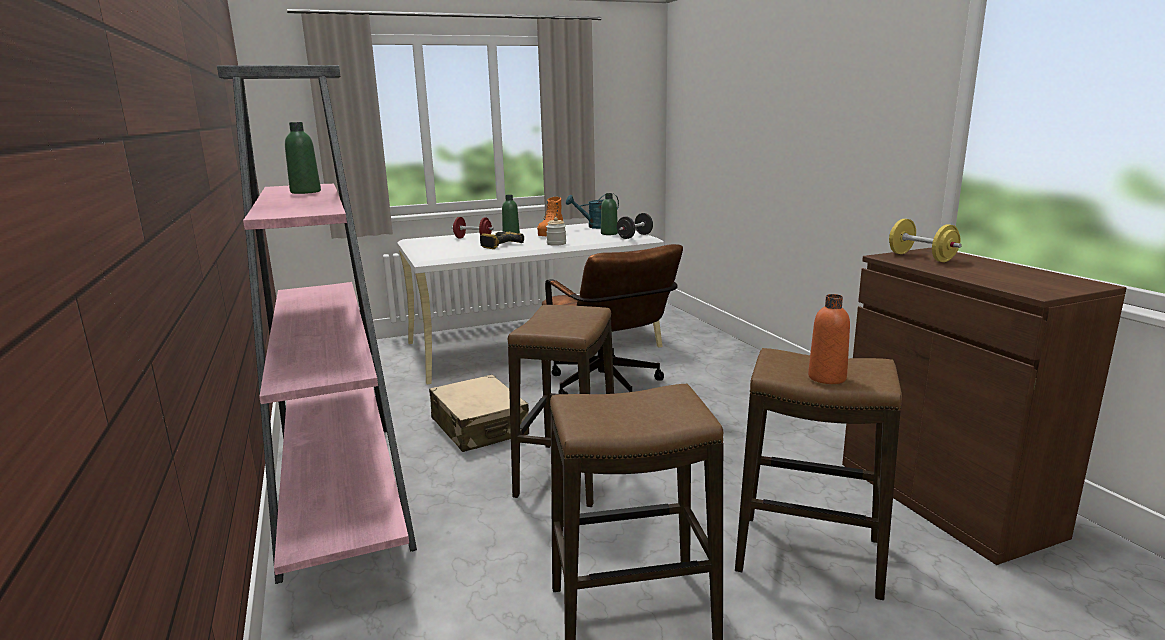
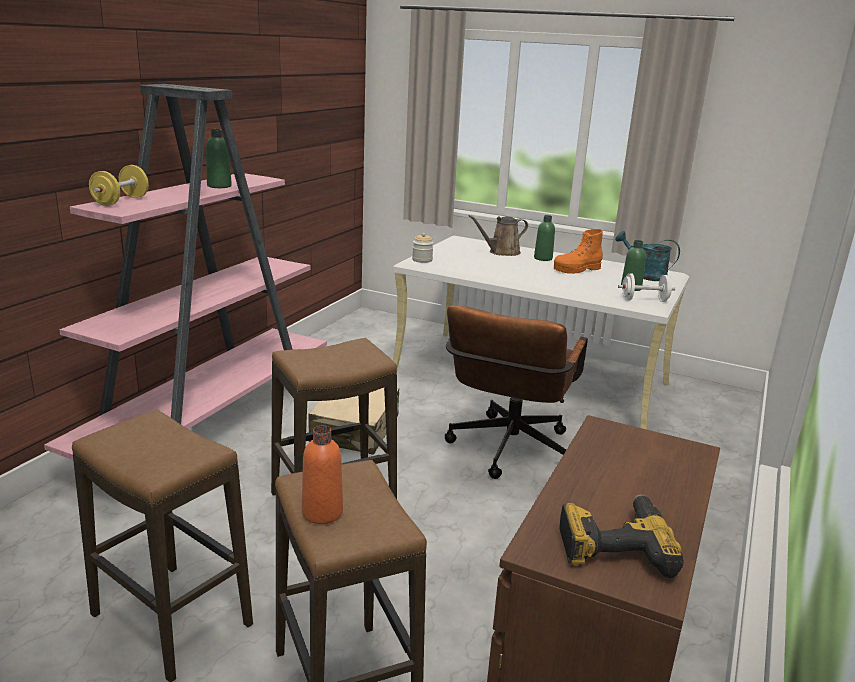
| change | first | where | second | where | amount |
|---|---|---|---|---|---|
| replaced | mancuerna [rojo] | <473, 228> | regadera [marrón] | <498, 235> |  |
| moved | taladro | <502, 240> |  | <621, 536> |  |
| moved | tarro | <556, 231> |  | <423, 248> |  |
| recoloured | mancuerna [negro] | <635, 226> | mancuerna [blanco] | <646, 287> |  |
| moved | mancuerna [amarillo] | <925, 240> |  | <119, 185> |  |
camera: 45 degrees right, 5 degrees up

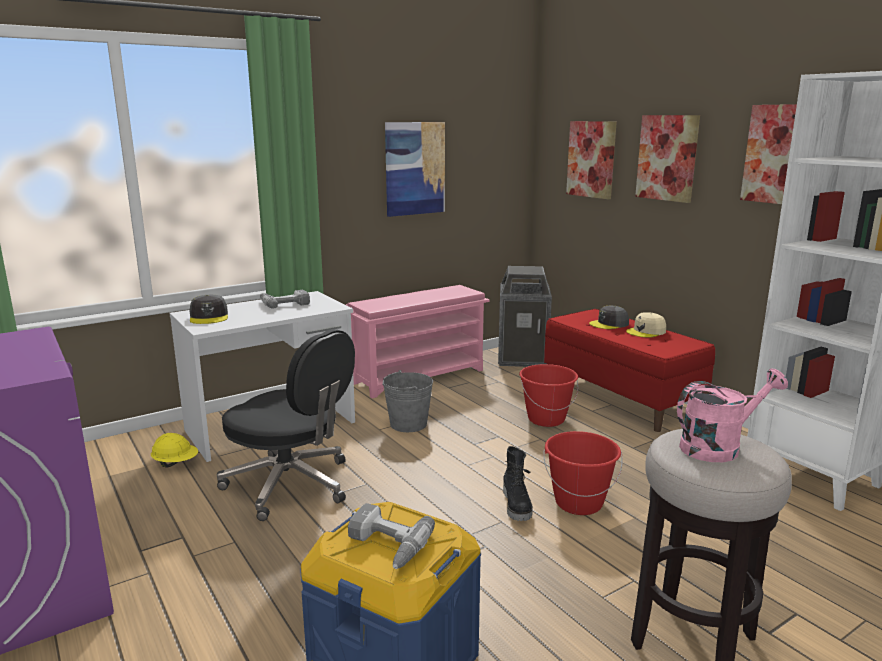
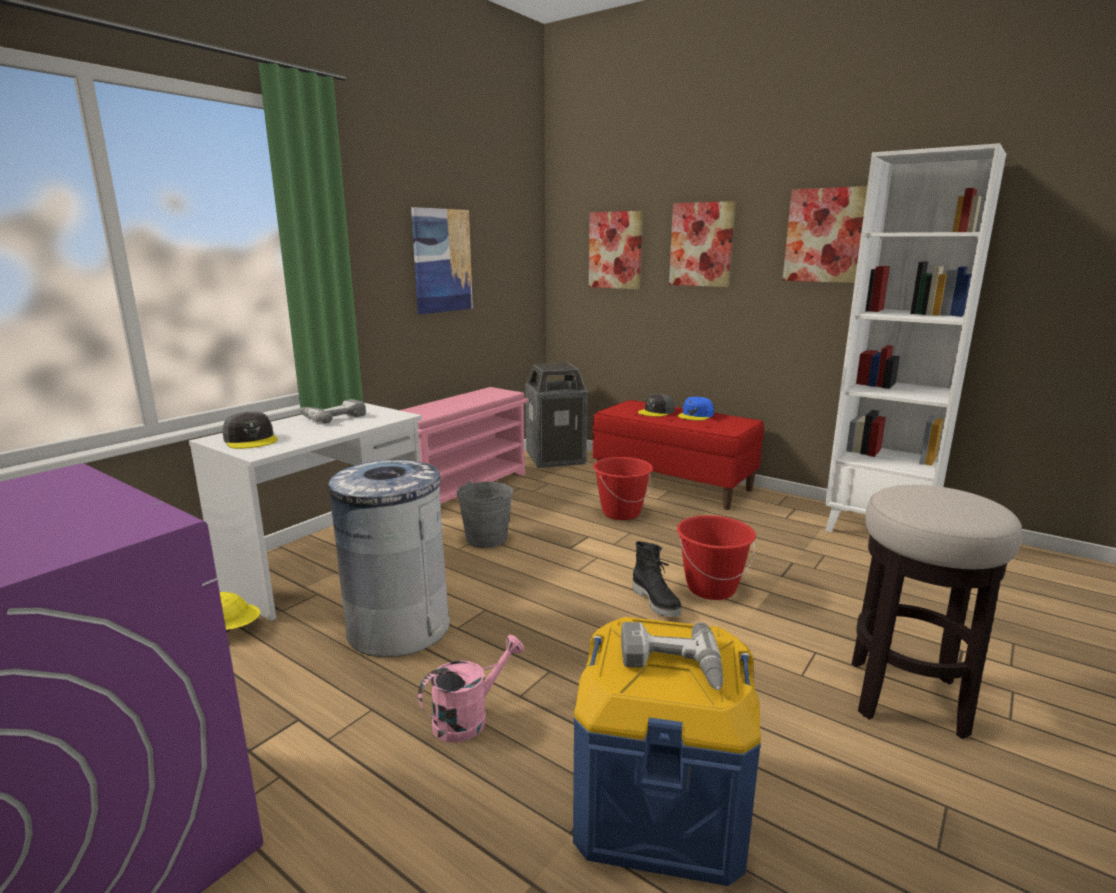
| change | first | where | second | where | amount |
|---|---|---|---|---|---|
| replaced | silla de oficina [negro] | <286, 425> | papelera [gris] | <389, 558> |  |
| recoloured | gorra [beis] | <646, 325> | gorra [azul] | <696, 408> |  |
| moved | regadera [rosa] | <732, 415> |  | <471, 689> |  |
camera: 20 degrees left, 0 degrees up

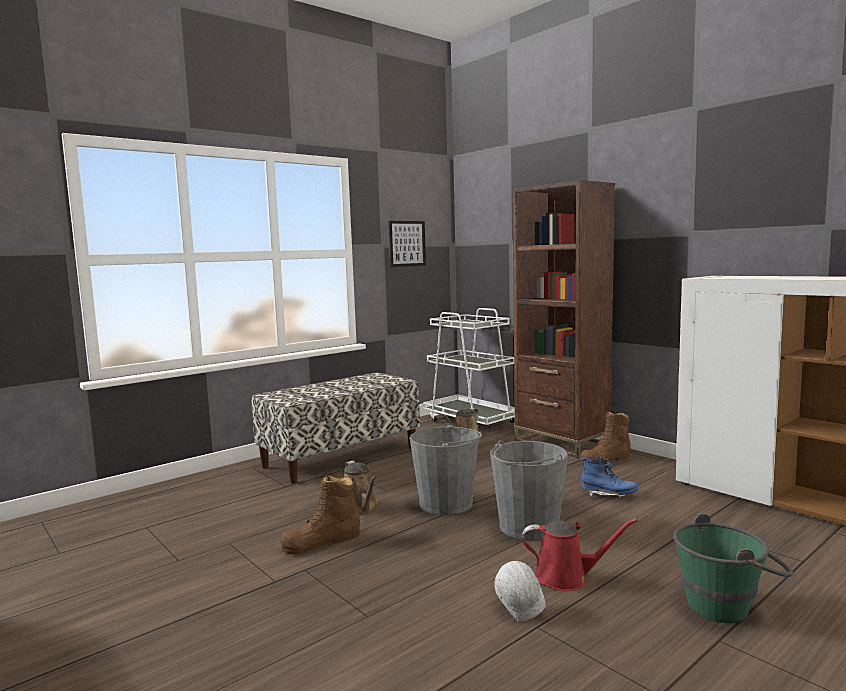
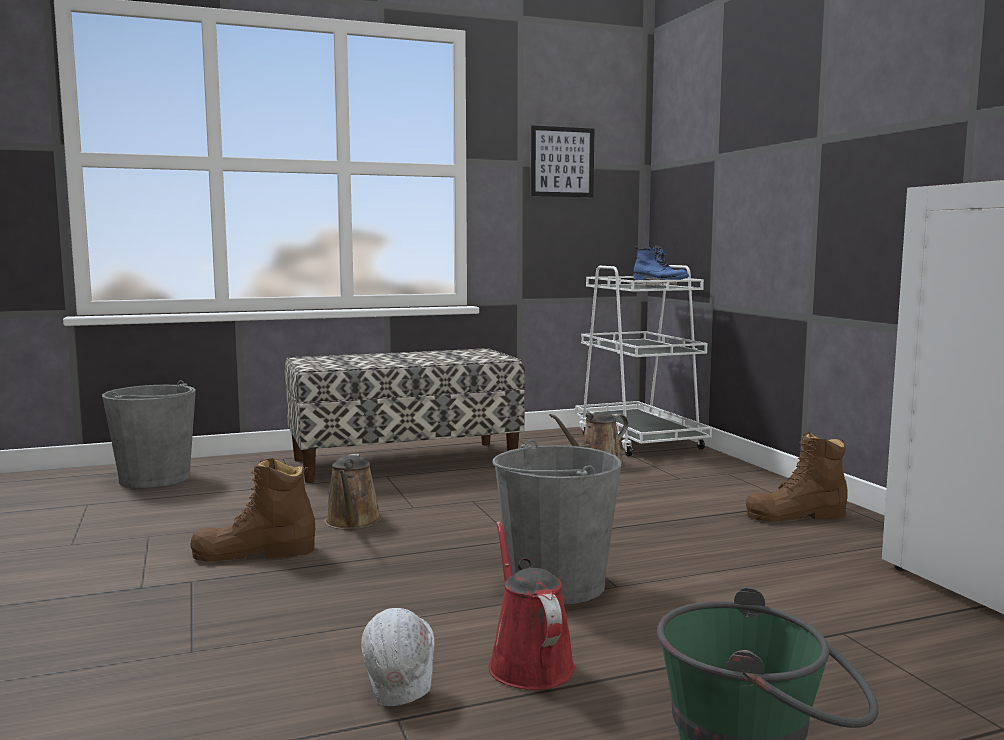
| change | first | where | second | where | amount |
|---|---|---|---|---|---|
| moved | cubo [gris] | <446, 469> |  | <149, 434> |  |
| removed | estantería [marrón] | <564, 319> |  |  |  |
| turned | regadera [rojo] | <579, 555> |  | <531, 605> | 135 degrees counterclockwise |
| moved | bota [azul] | <610, 477> |  | <661, 266> |  |
camera: 20 degrees right, 0 degrees up

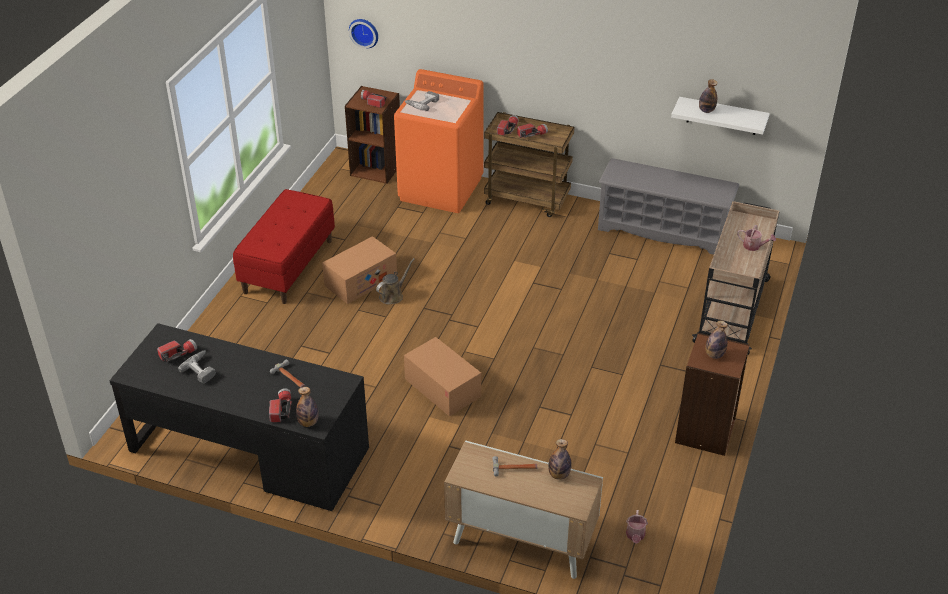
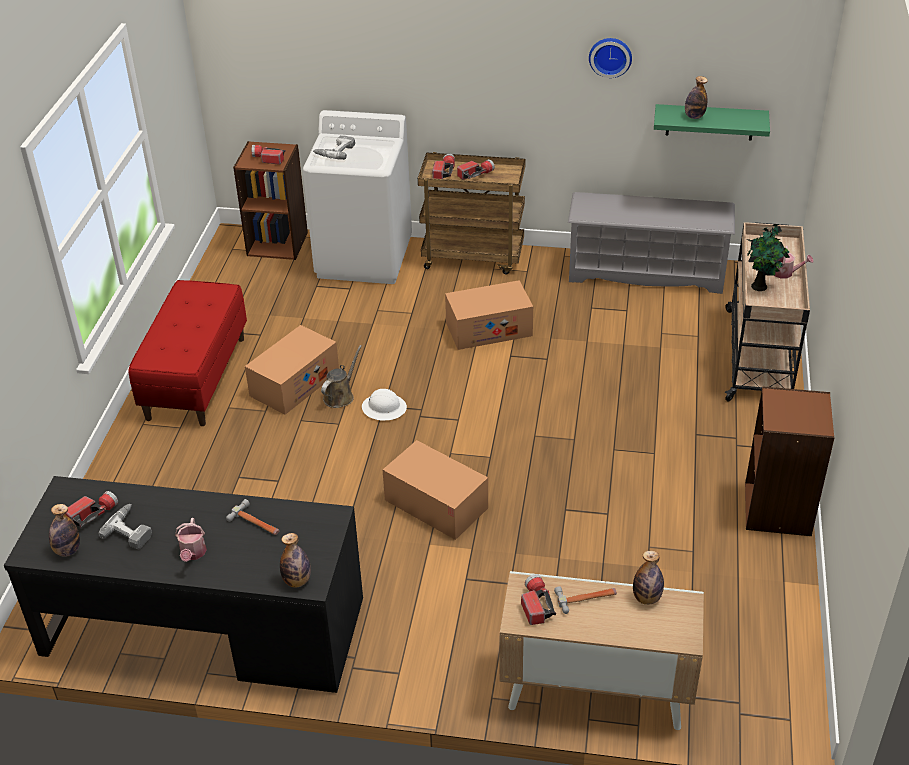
| change | first | where | second | where | amount |
|---|---|---|---|---|---|
| moved | linterna | <280, 405> |  | <538, 599> |  |
| moved | reloj de pared | <363, 33> |  | <610, 58> |  |
| recoloured | lavadora [naranja] | <438, 141> | lavadora [blanco] | <357, 197> |  |
| moved | regadera | <637, 527> |  | <191, 540> |  |
| recoloured | estante [blanco] | <720, 116> | estante [verde] | <712, 122> |  |
| moved | botella | <716, 340> |  | <64, 530> |  |
| added |  |  | casco [blanco] | <384, 404> |  |
| added |  |  | caja de cartón | <489, 315> |  |
| added |  |  | planta en maceta | <768, 257> |  |
camera: 10 degrees left, 0 degrees up

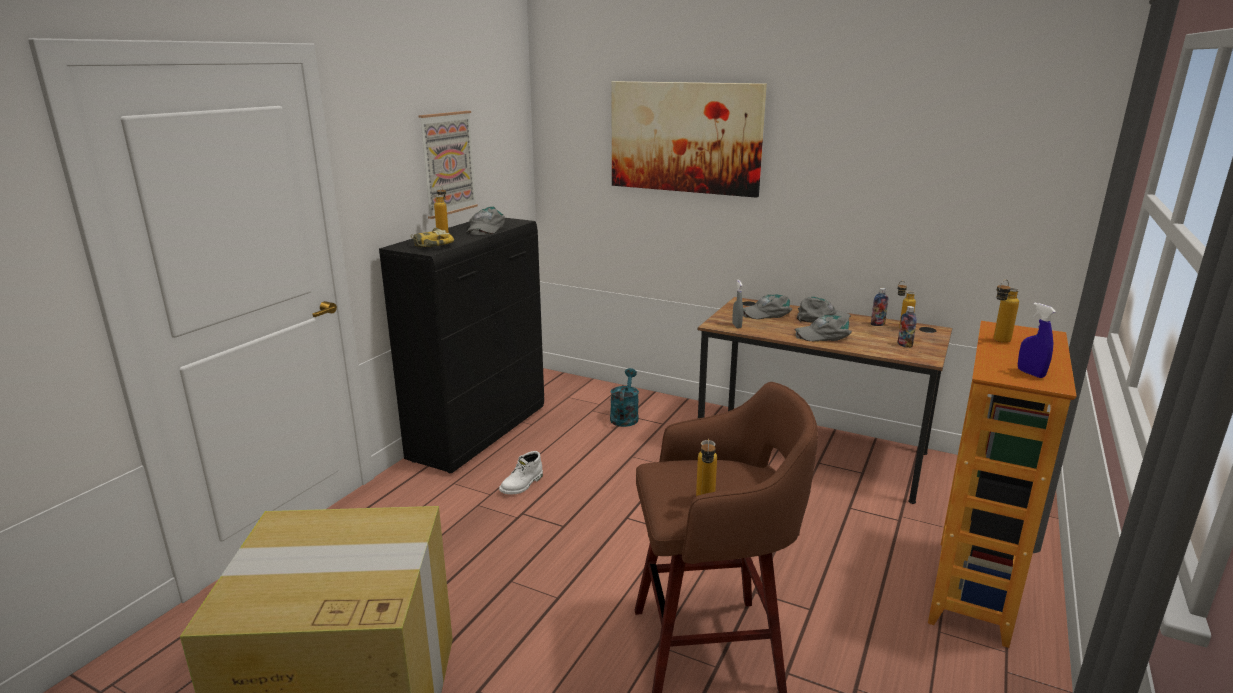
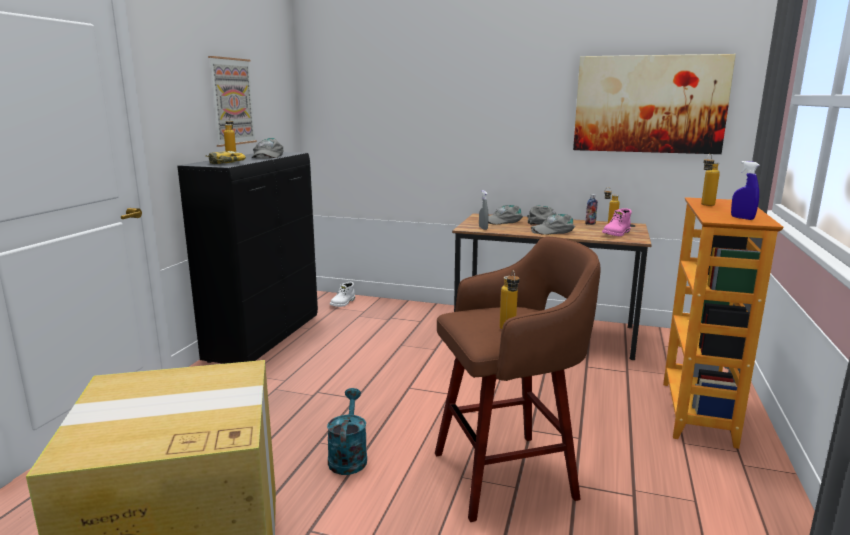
| change | first | where | second | where | amount |
|---|---|---|---|---|---|
| moved | bota [blanco] | <521, 473> |  | <342, 294> |  |
| moved | regadera [turquesa] | <624, 397> |  | <347, 431> |  |
| moved | cuadro | <689, 139> |  | <654, 104> |  |
| replaced | botella | <907, 327> | bota [rosa] | <617, 222> |  |
camera: 10 degrees left, 5 degrees down

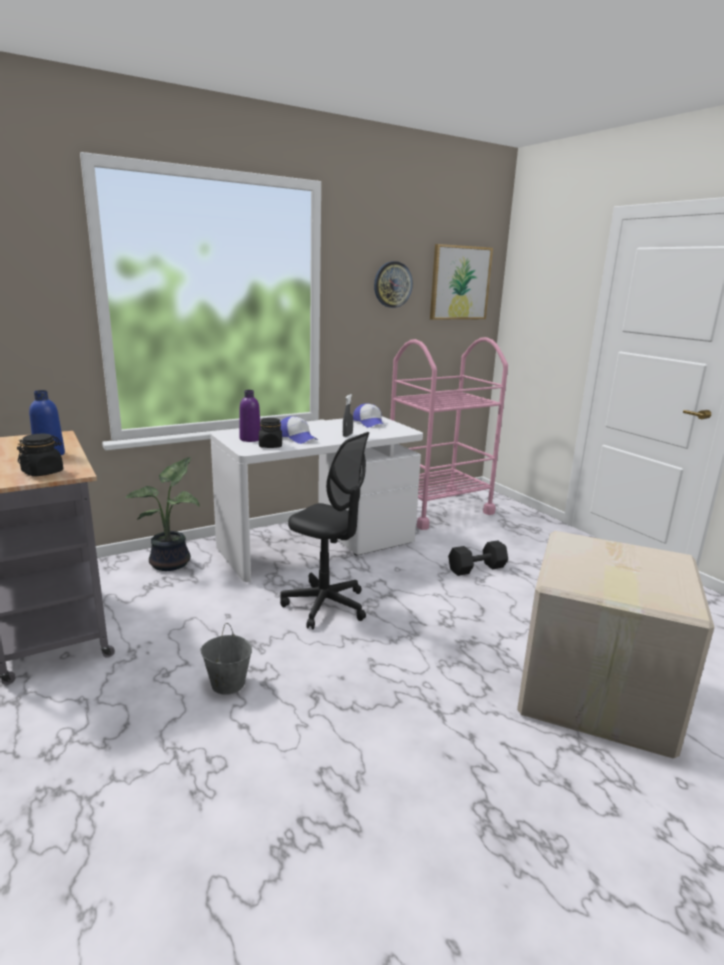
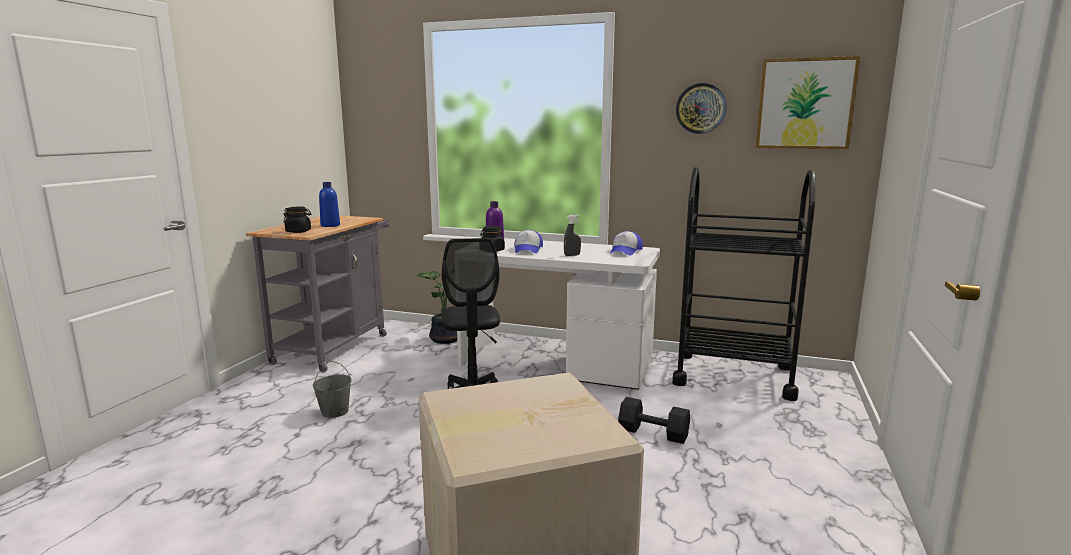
| change | first | where | second | where | amount |
|---|---|---|---|---|---|
| recoloured | carrito [rosa] | <449, 433> | carrito [negro] | <743, 284> |  |
camera: 50 degrees right, 5 degrees down

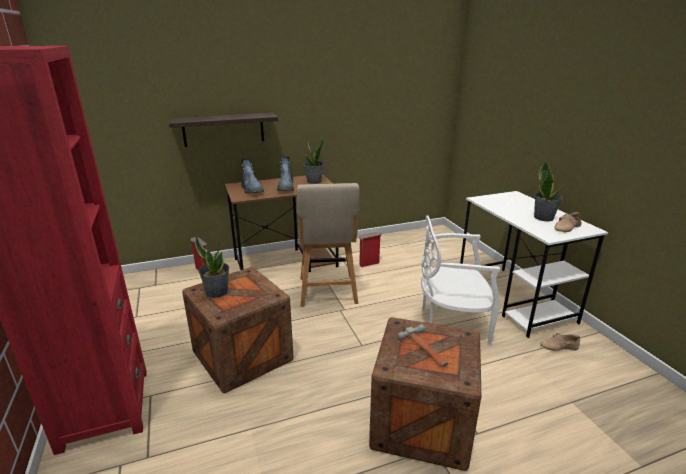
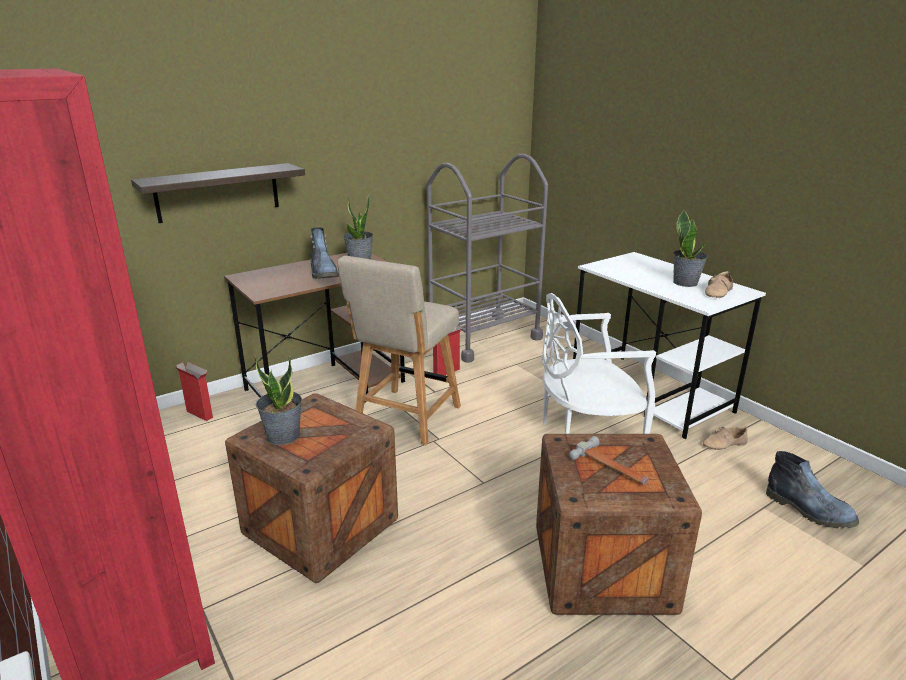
| change | first | where | second | where | amount |
|---|---|---|---|---|---|
| moved | bota | <252, 176> |  | <812, 490> |  |
| turned | silla [beis] | <328, 245> |  | <399, 350> | 45 degrees clockwise |
| added |  |  | carrito [gris] | <487, 258> |  |
camera: 15 degrees left, 0 degrees up

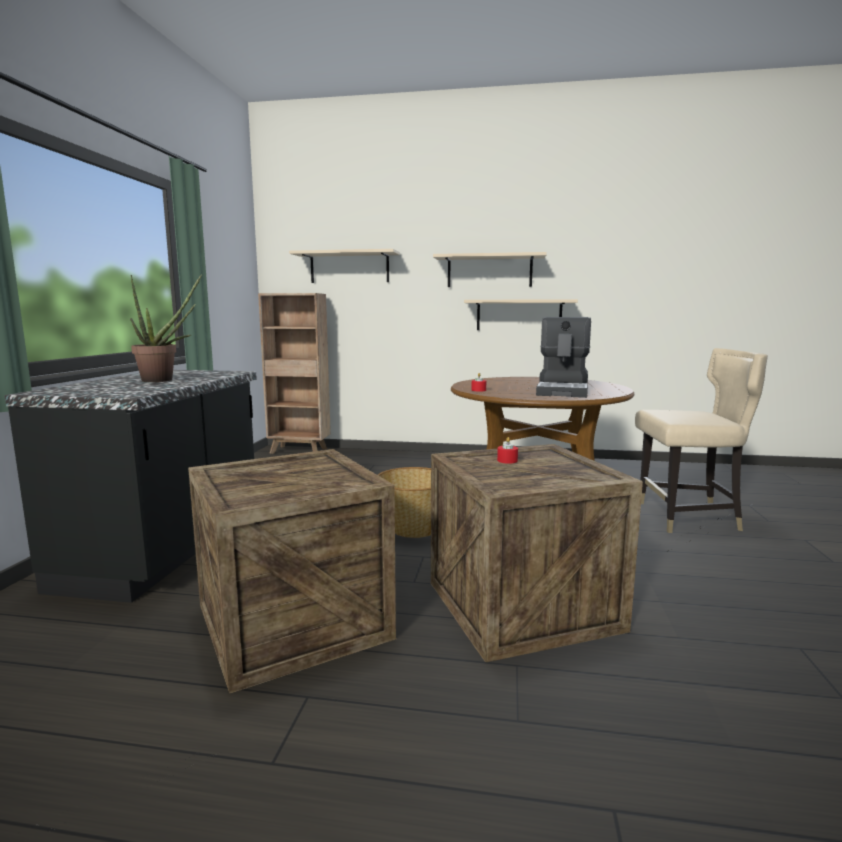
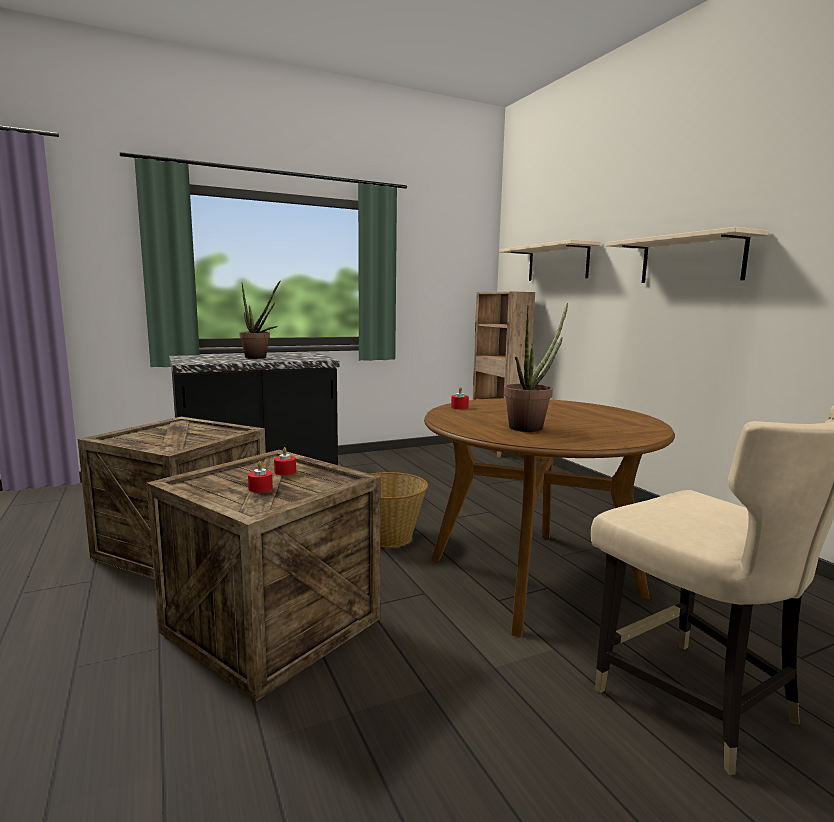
| change | first | where | second | where | amount |
|---|---|---|---|---|---|
| removed | estante [beis] | <521, 314> |  |  |  |
| replaced | cafetera | <563, 357> | planta en maceta | <535, 367> |  |
| added |  |  | vela [rojo] | <260, 476> |  |
camera: 55 degrees right, 0 degrees up

